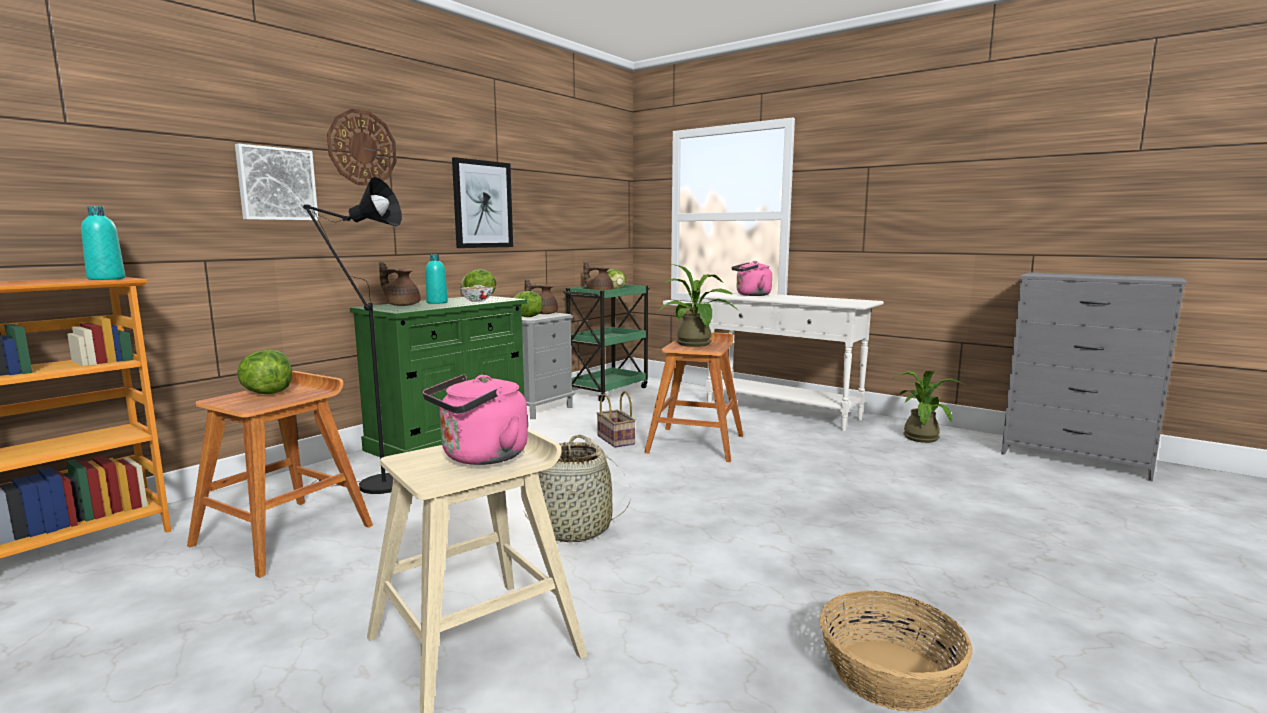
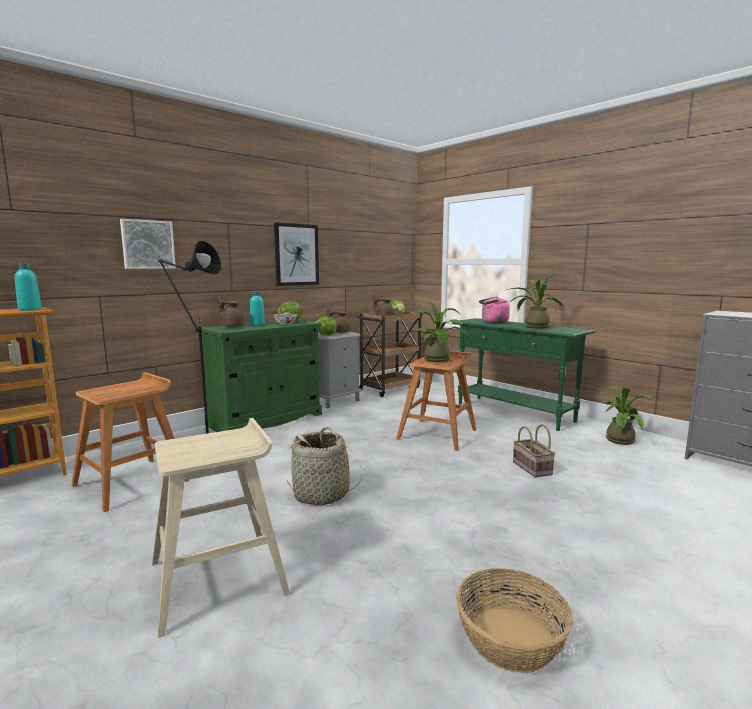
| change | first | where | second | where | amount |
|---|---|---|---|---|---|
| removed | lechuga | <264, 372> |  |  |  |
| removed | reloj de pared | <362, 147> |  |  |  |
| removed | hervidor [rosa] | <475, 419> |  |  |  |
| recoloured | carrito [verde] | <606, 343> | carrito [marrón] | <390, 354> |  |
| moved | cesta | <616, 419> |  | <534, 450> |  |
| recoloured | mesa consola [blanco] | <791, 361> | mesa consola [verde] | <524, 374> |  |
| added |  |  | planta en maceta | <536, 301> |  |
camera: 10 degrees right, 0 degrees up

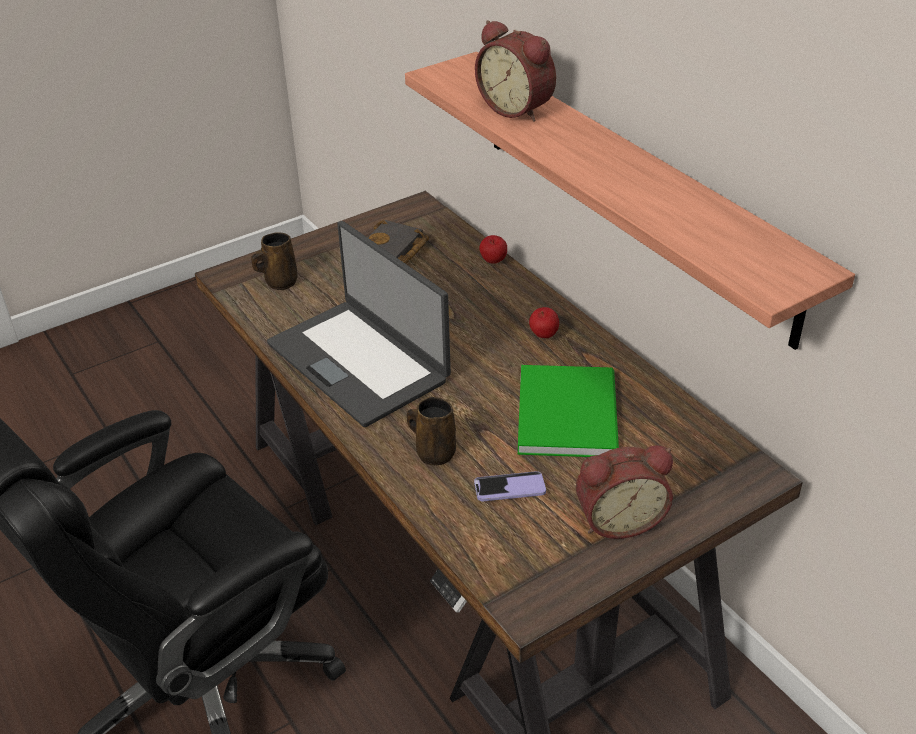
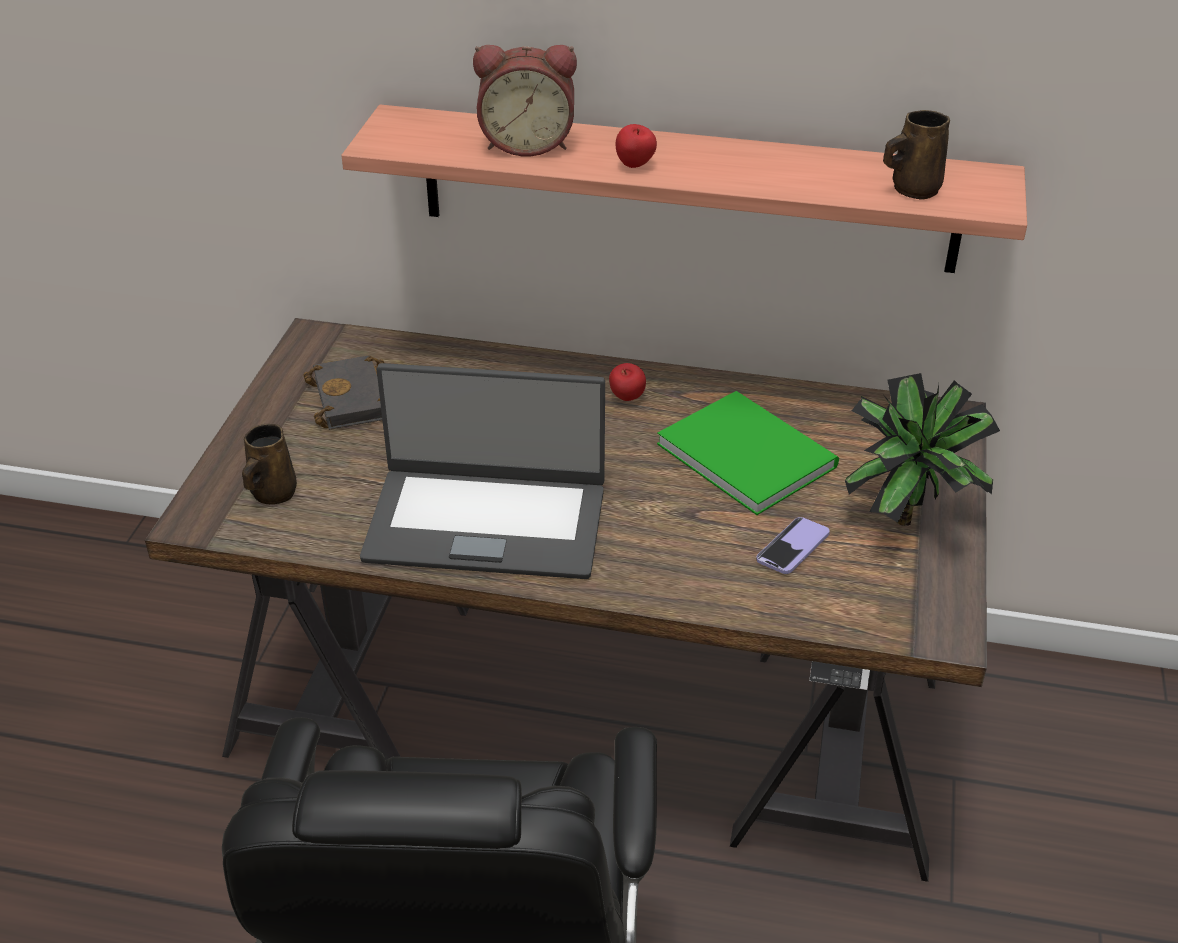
| change | first | where | second | where | amount |
|---|---|---|---|---|---|
| moved | taza grande [marrón] | <431, 431> |  | <916, 155> |  |
| moved | manzana | <493, 249> |  | <636, 146> |  |
| replaced | despertador | <624, 492> | planta en maceta | <922, 449> |  |
camera: 45 degrees left, 0 degrees up

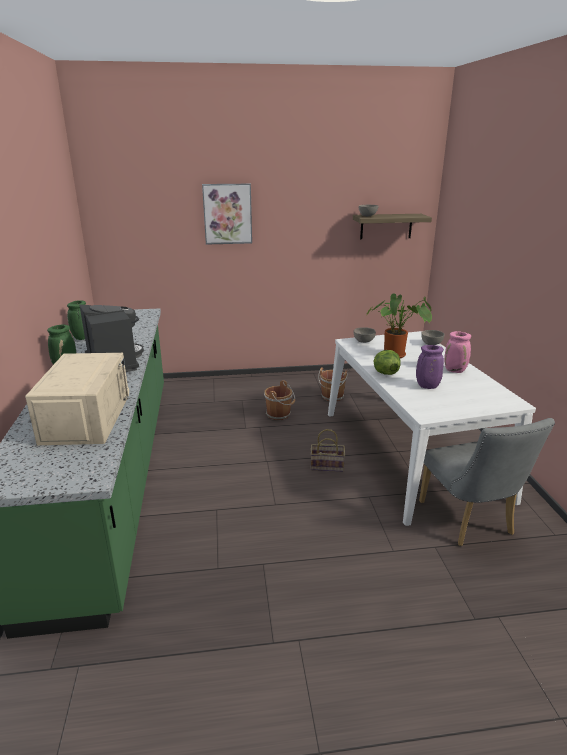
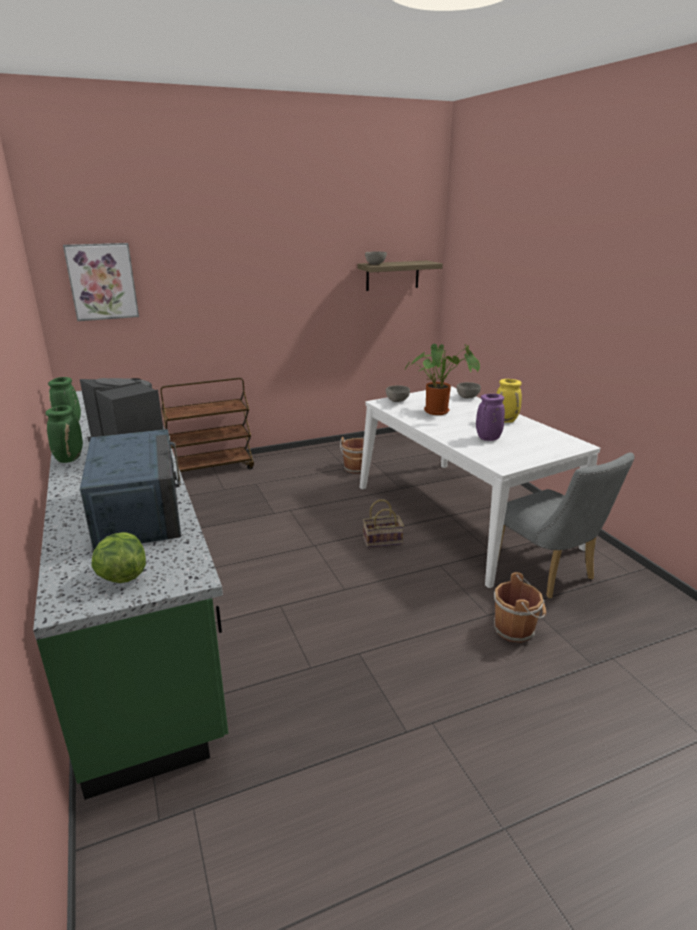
| change | first | where | second | where | amount |
|---|---|---|---|---|---|
| recoloured | microondas [beis] | <77, 399> | microondas [azul] | <130, 489> |  |
| moved | cuadro | <227, 214> |  | <101, 282> |  |
| moved | cubo [marrón] | <280, 400> |  | <520, 607> |  |
| moved | lechuga | <387, 362> |  | <118, 557> |  |
| recoloured | florero [rosa] | <457, 352> | florero [amarillo] | <509, 401> |  |
| added |  |  | carrito [marrón] | <207, 425> |  |
camera: 15 degrees left, 0 degrees up

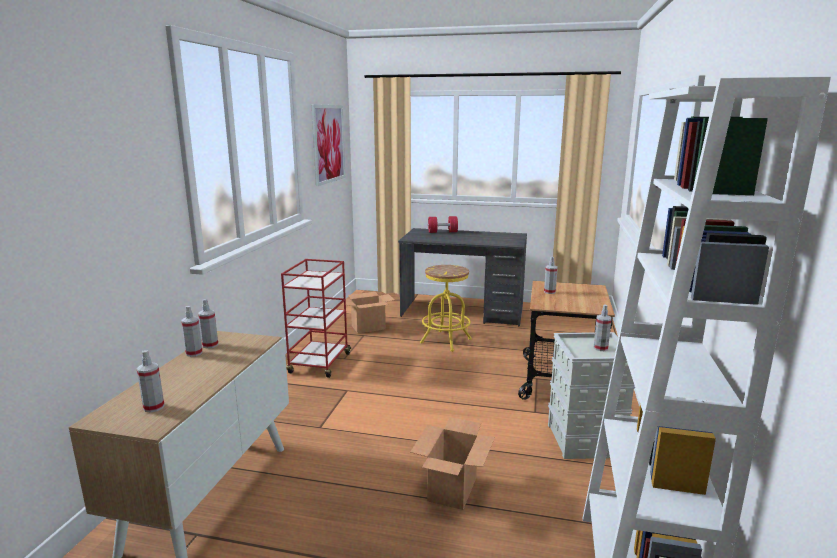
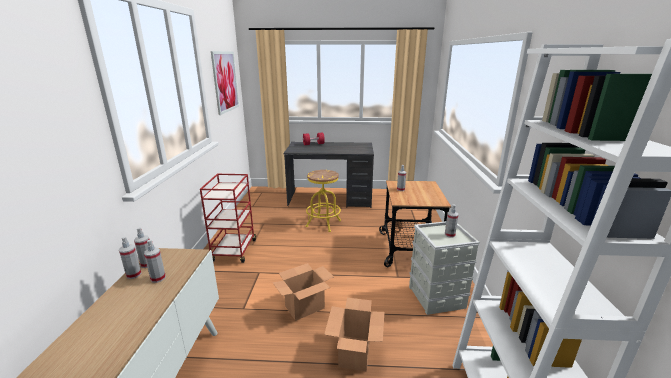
| change | first | where | second | where | amount |
|---|---|---|---|---|---|
| moved | pulverizador | <151, 381> |  | <155, 261> |  |
| moved | caja de cartón | <370, 312> |  | <303, 292> |  |
camera: 10 degrees left, 5 degrees up

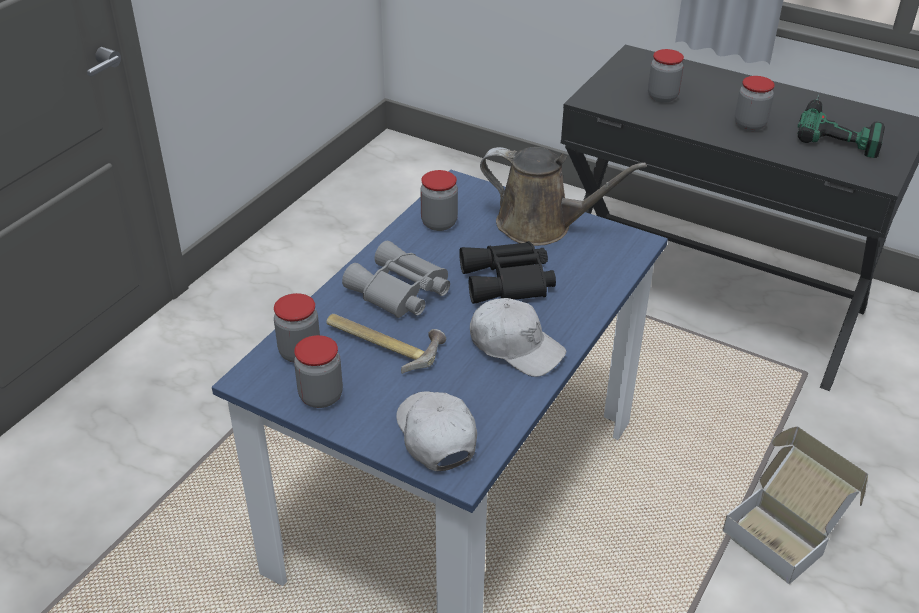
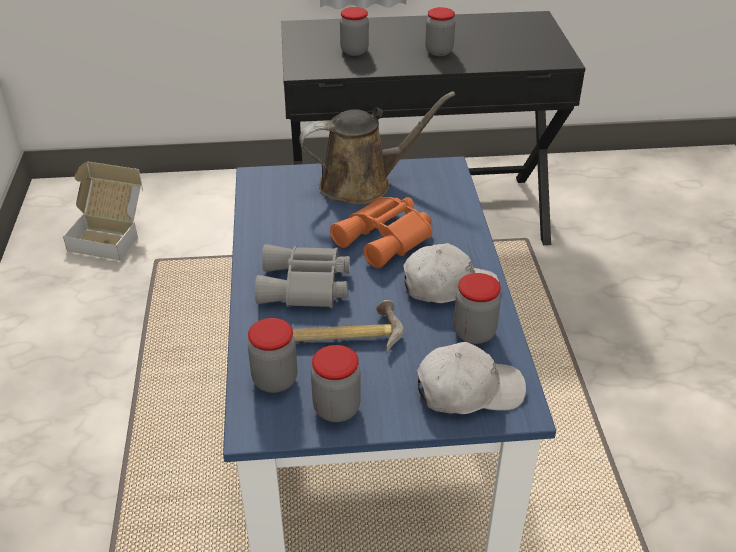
| change | first | where | second | where | amount |
|---|---|---|---|---|---|
| turned | gorra [blanco] | <436, 431> |  | <471, 378> | 135 degrees clockwise |
| moved | tarro | <439, 200> |  | <477, 308> |  |
| recoloured | prismáticos [negro] | <507, 272> | prismáticos [naranja] | <381, 232> |  |
| moved | caja de cartón | <795, 505> |  | <103, 210> |  |
| removed | taladro | <841, 126> |  |  |  |
camera: 35 degrees left, 0 degrees up

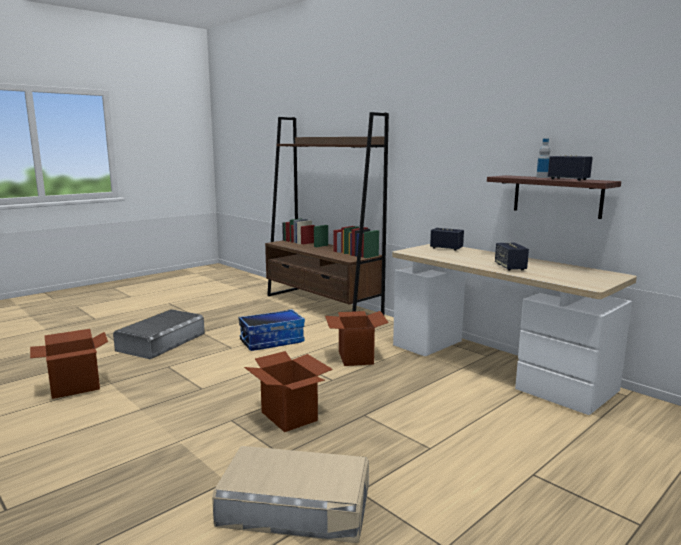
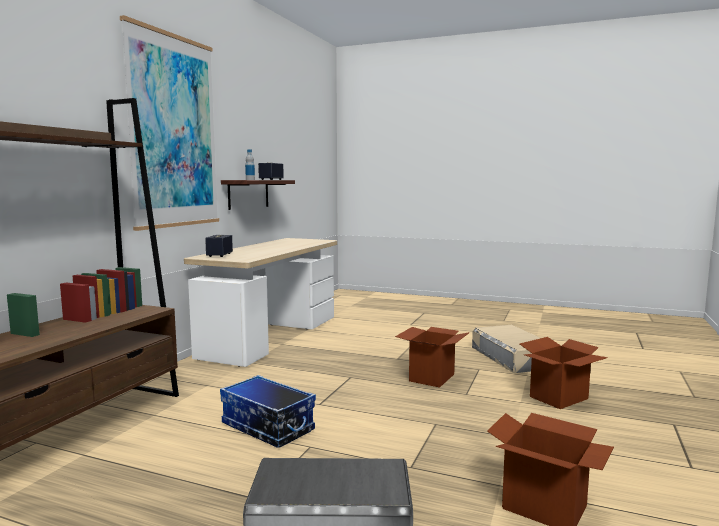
| change | first | where | second | where | amount |
|---|---|---|---|---|---|
| moved | caja de cartón | <357, 338> |  | <564, 373> |  |
| removed | altavoz | <512, 257> |  |  |  |
| added |  |  | cuadro | <169, 123> |  |
camera: 115 degrees left, 5 degrees down

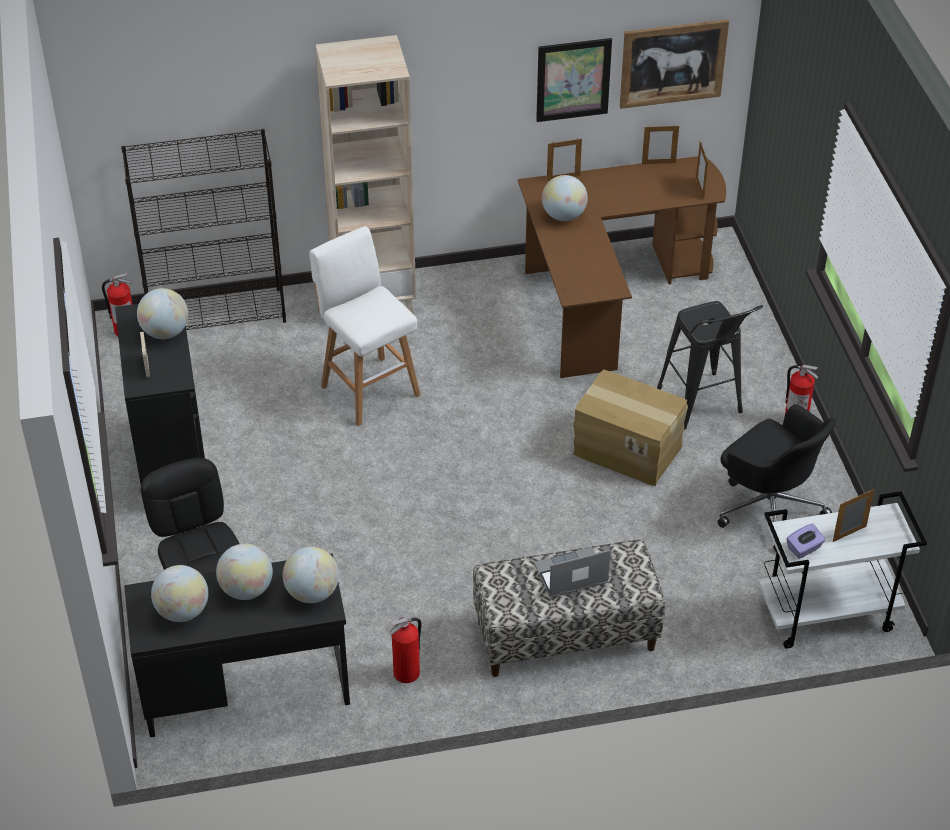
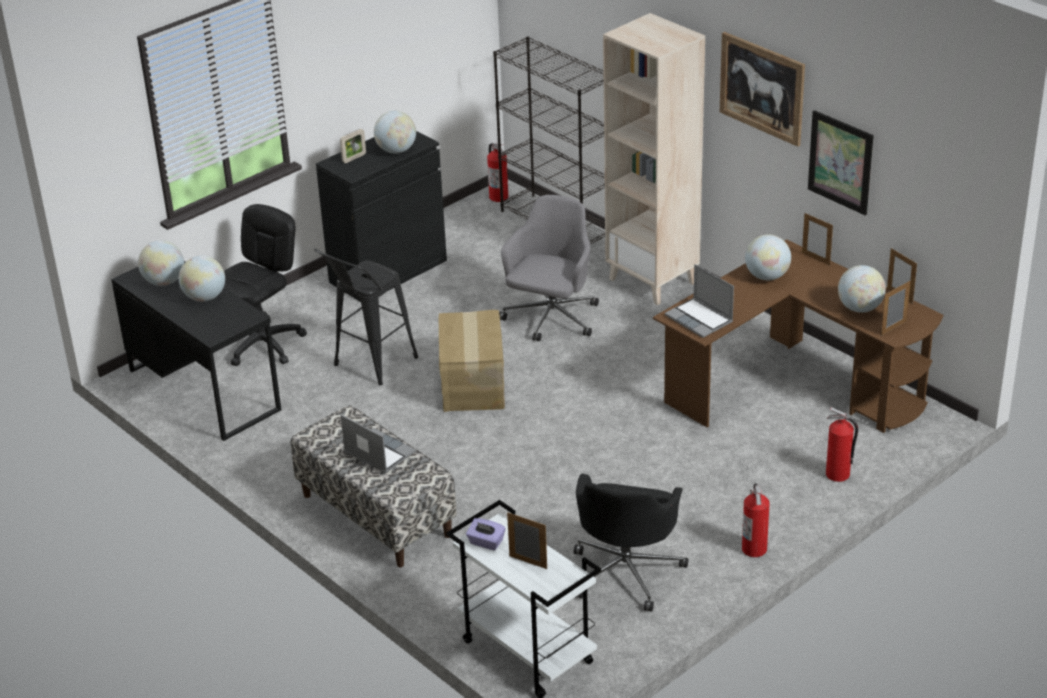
| change | first | where | second | where | amount |
|---|---|---|---|---|---|
| moved | globo terráqueo | <311, 575> |  | <862, 289> |  |
| replaced | taburete [blanco] | <365, 326> | silla de oficina [gris] | <549, 268> |  |
| moved | extintor | <405, 650> |  | <842, 444> |  |
| moved | caja de cartón | <630, 428> |  | <471, 361> |  |
| moved | cuadro | <674, 64> |  | <762, 89> |  |
| moved | taburete [negro] | <710, 365> |  | <366, 317> |  |
| added |  |  | portátil | <699, 301> |  |
camera: 60 degrees right, 10 degrees down

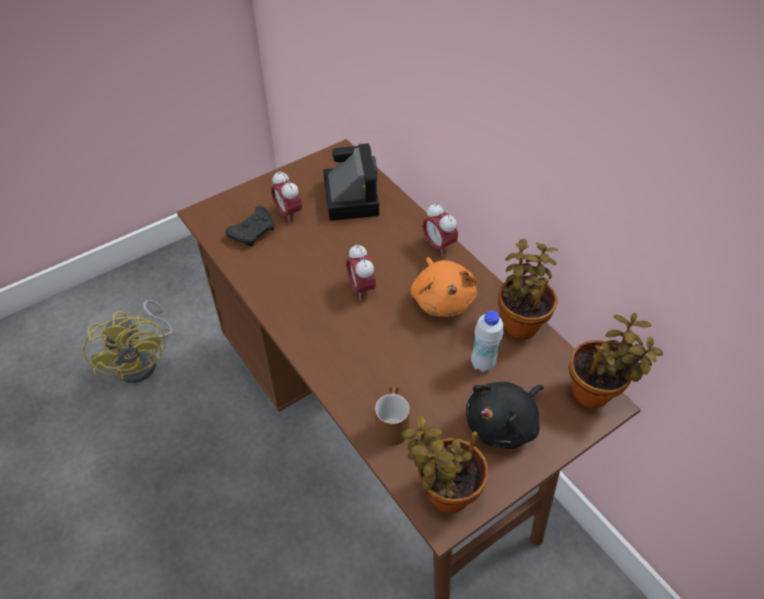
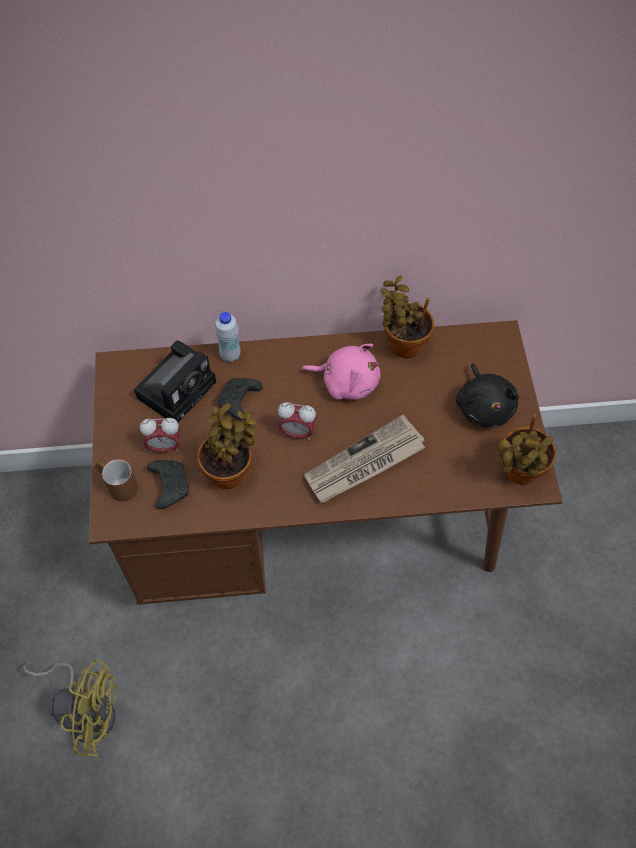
| change | first | where | second | where | amount |
|---|---|---|---|---|---|
| turned | cámara | <351, 182> |  | <175, 381> | 105 degrees clockwise |
| moved | taza grande [marrón] | <392, 416> |  | <116, 480> |  |
| recoloured | peluche [naranja] | <444, 287> | peluche [rosa] | <340, 372> |  |
| removed | despertador | <440, 229> |  |  |  |
| moved | botella [blanco] | <487, 341> |  | <228, 337> |  |
| moved | planta en maceta | <616, 360> |  | <227, 446> |  |
| added |  |  | mando de consola [negro] | <240, 399> |  |
| added |  |  | periódico | <364, 458> |  |
camera: 60 degrees left, 10 degrees up

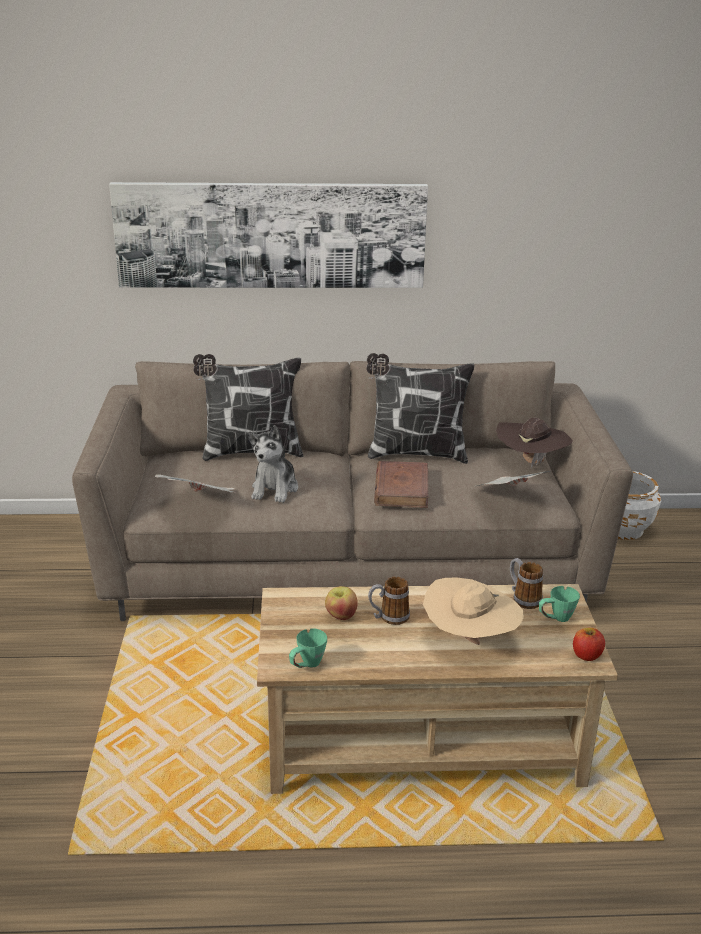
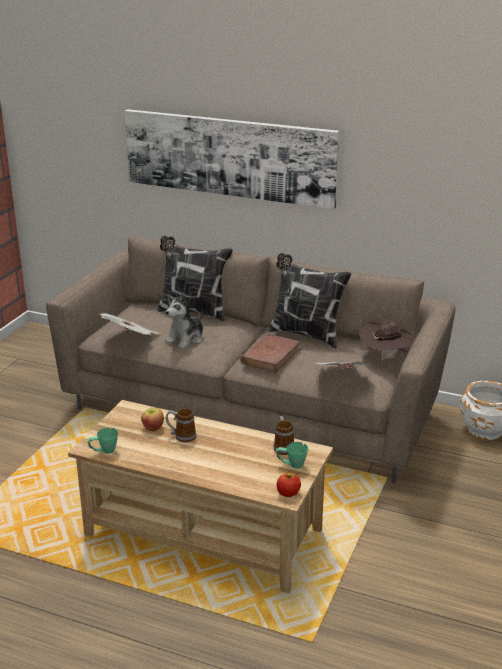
| change | first | where | second | where | amount |
|---|---|---|---|---|---|
| removed | sombrero [beis] | <473, 611> |  |  |  |
camera: 25 degrees right, 0 degrees up

